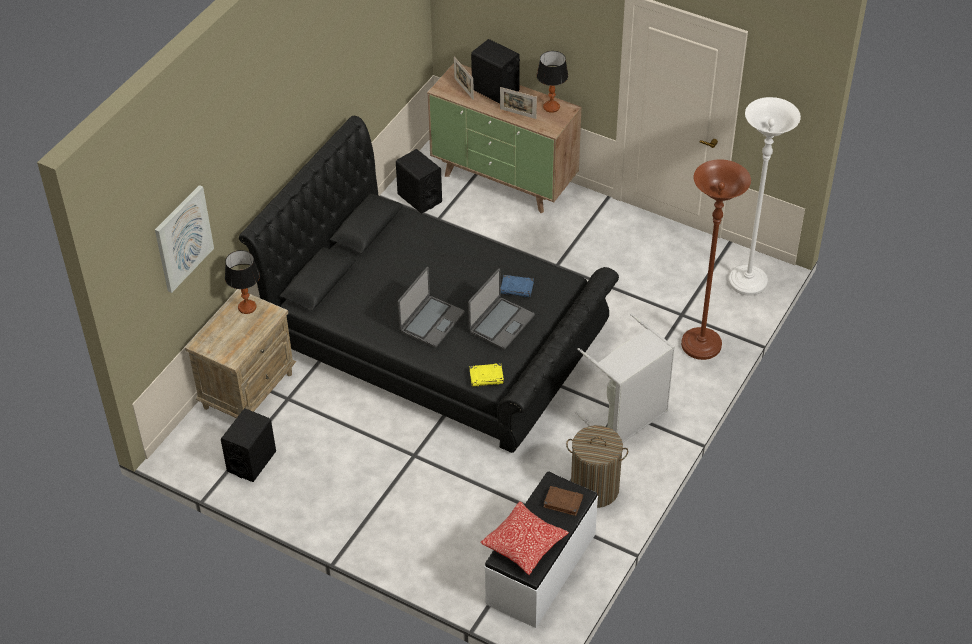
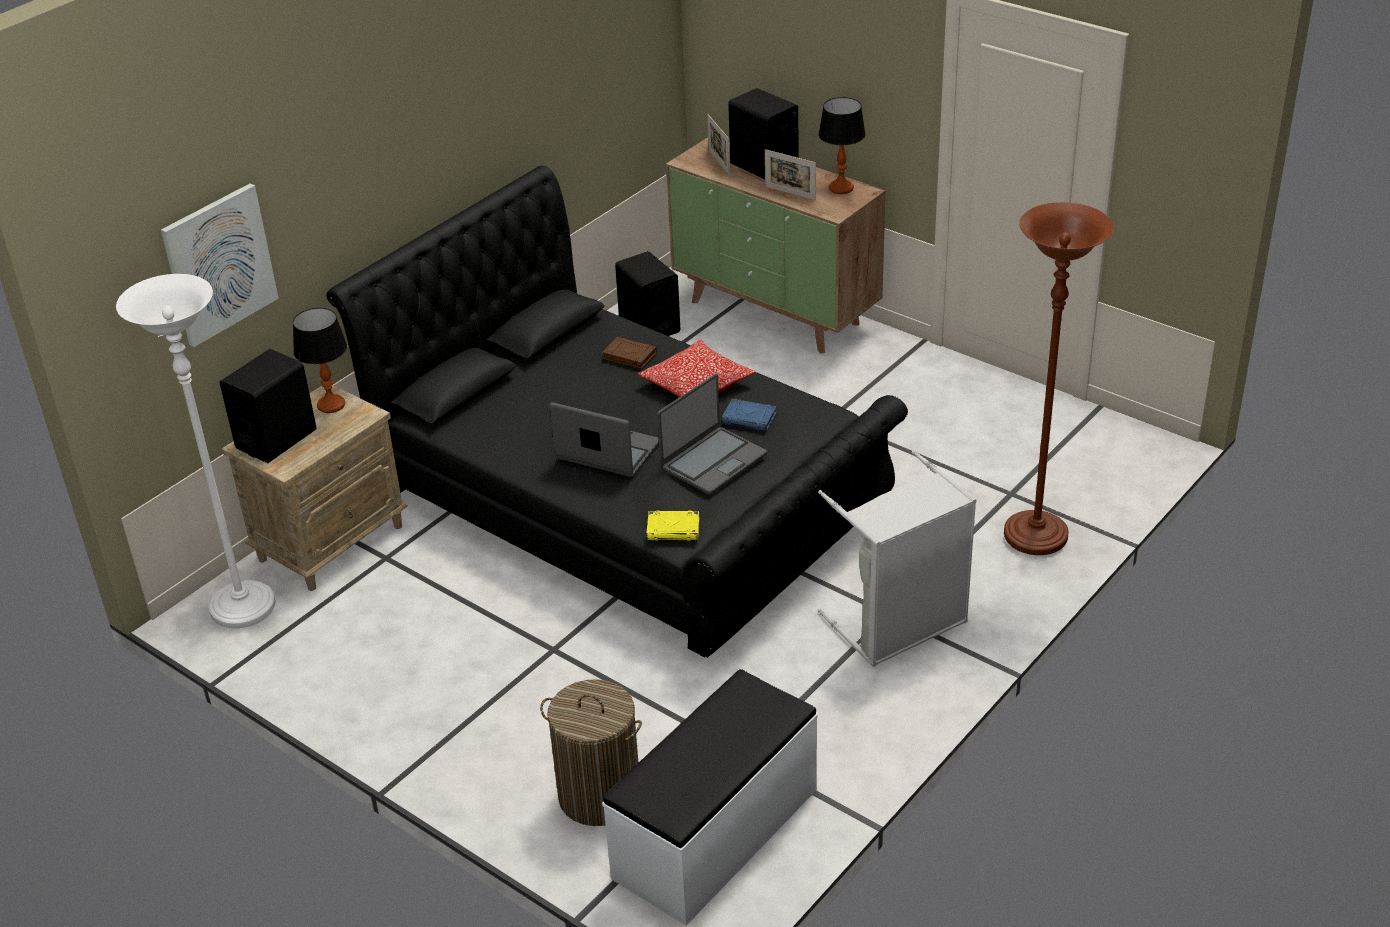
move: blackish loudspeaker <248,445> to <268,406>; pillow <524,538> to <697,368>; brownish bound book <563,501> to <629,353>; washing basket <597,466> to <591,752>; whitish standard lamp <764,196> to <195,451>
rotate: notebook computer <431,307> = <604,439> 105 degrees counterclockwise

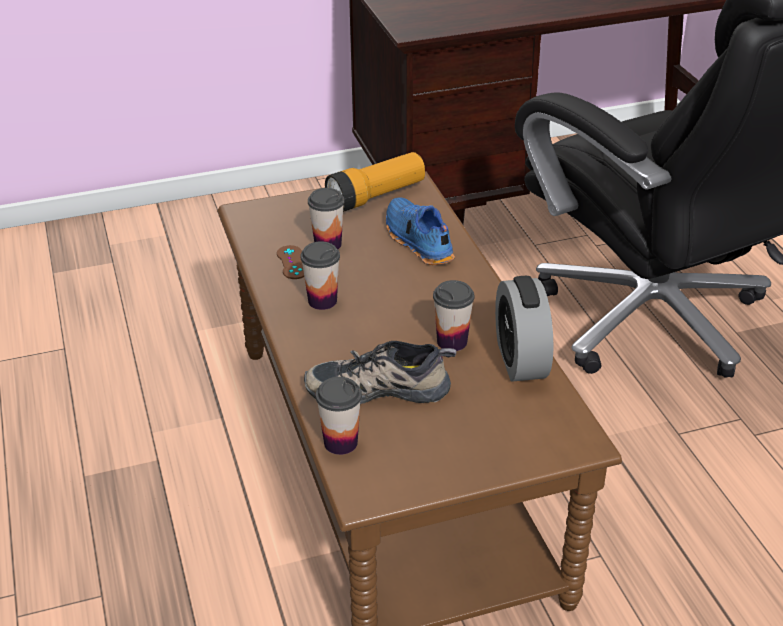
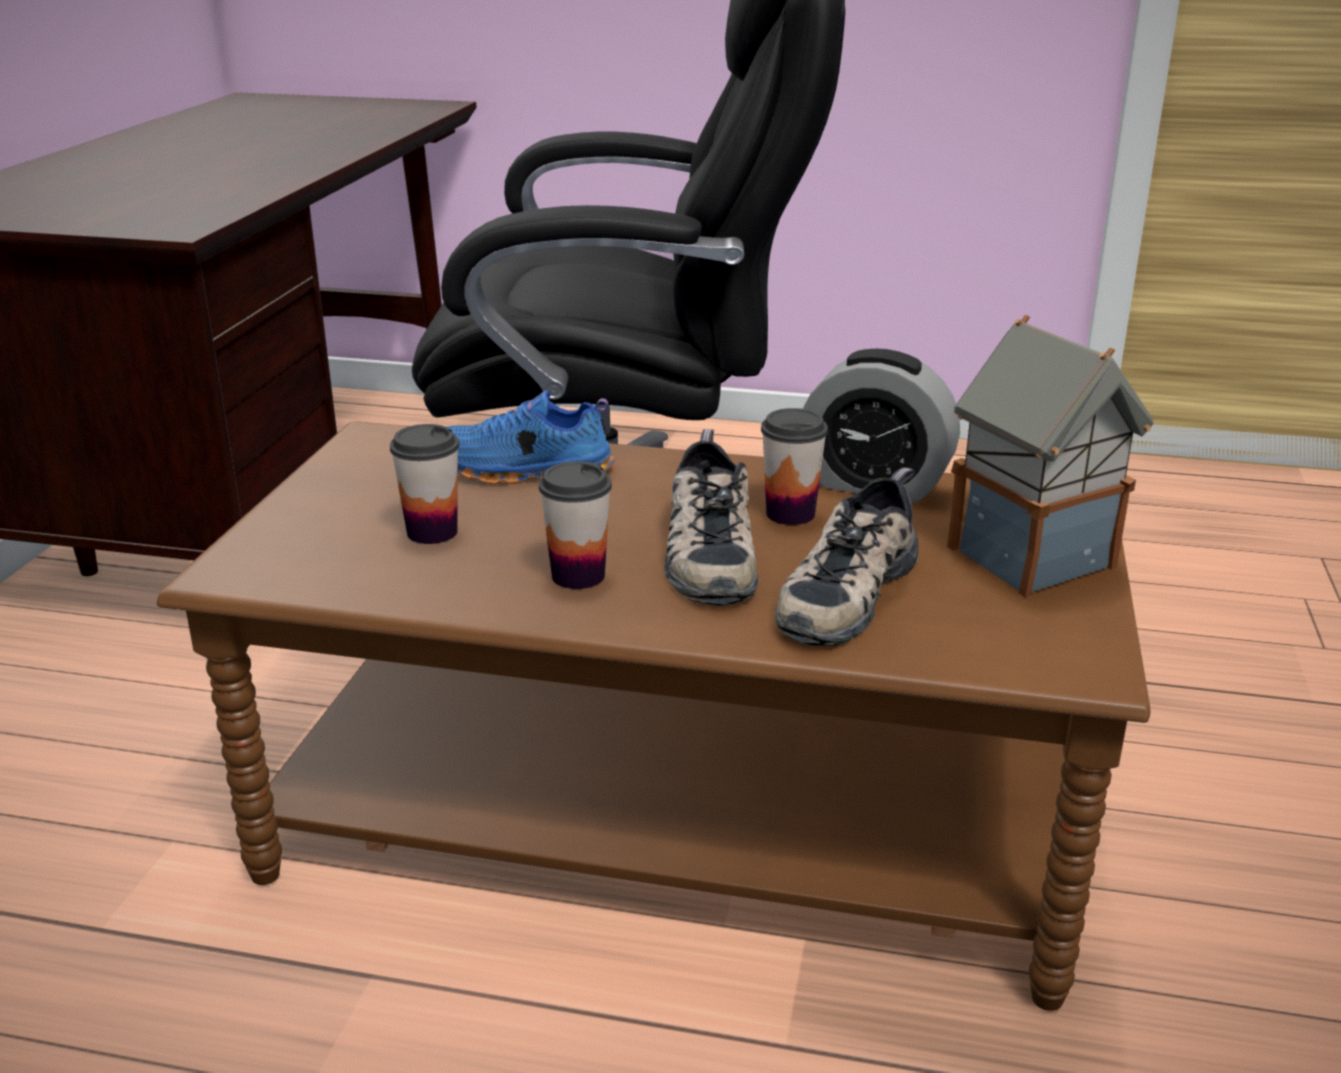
delete: brownish game controller <290,262>; drinking cup <339,416>; hand torch <375,182>
insert: item of footwear <711,517>; model house <1050,456>

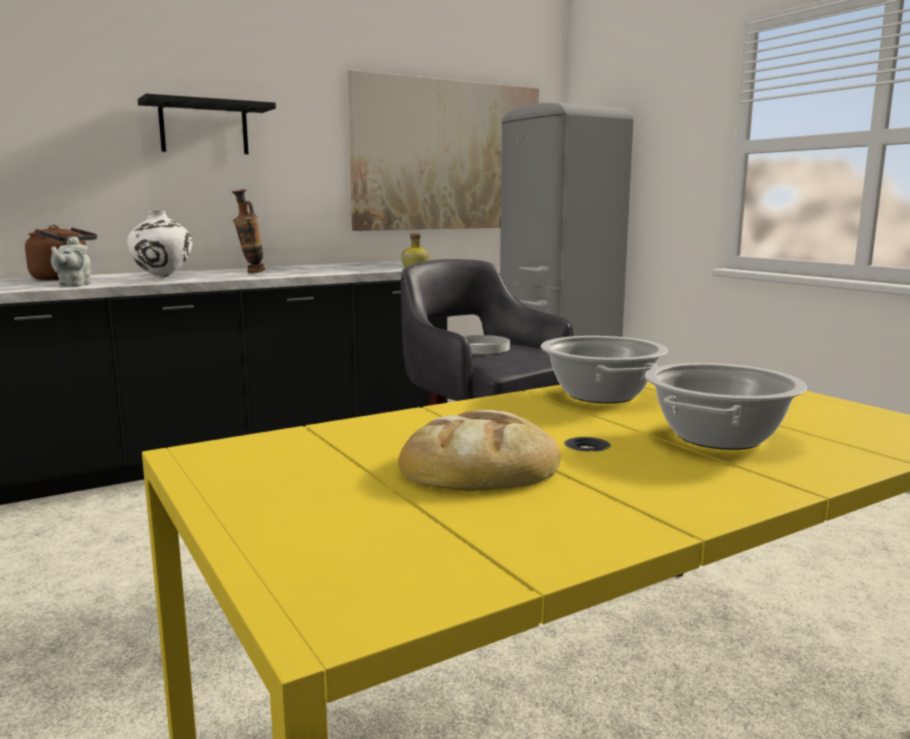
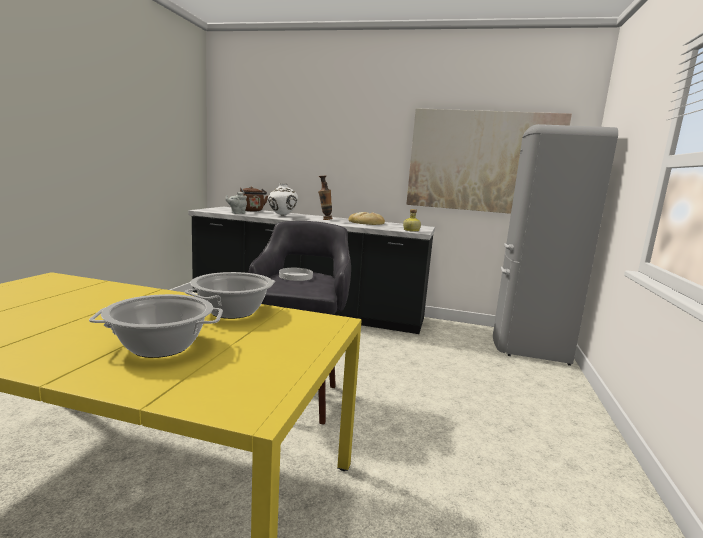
delete: blackish shelf <207,124>
move: baked bread <479,450> to <366,218>

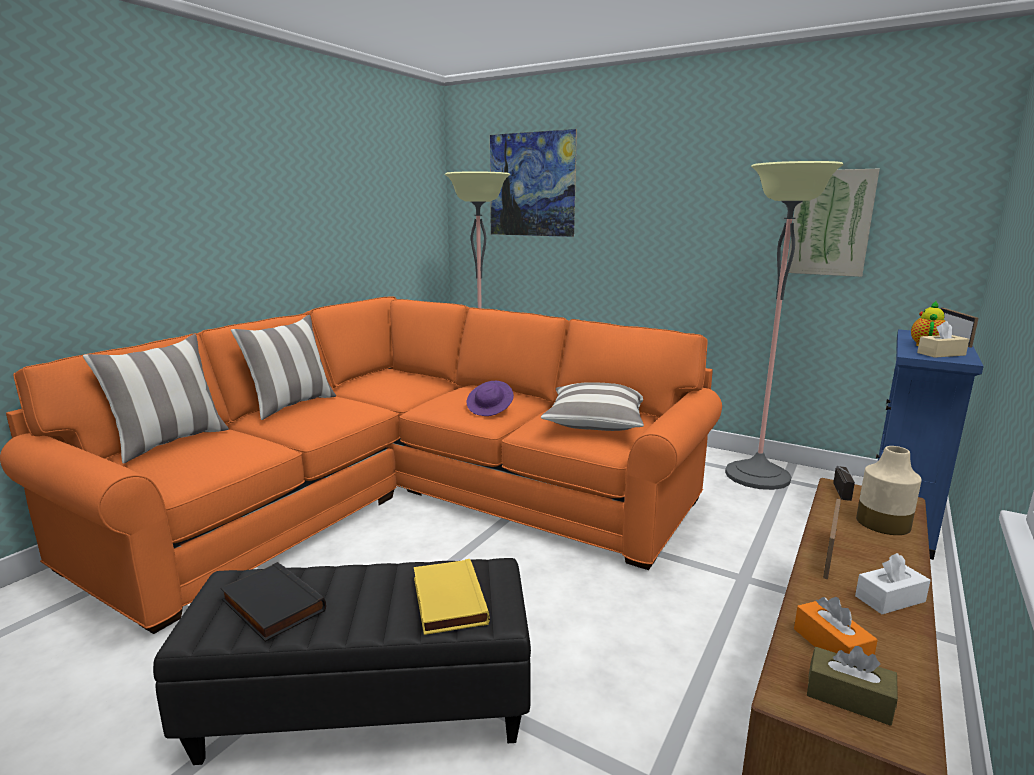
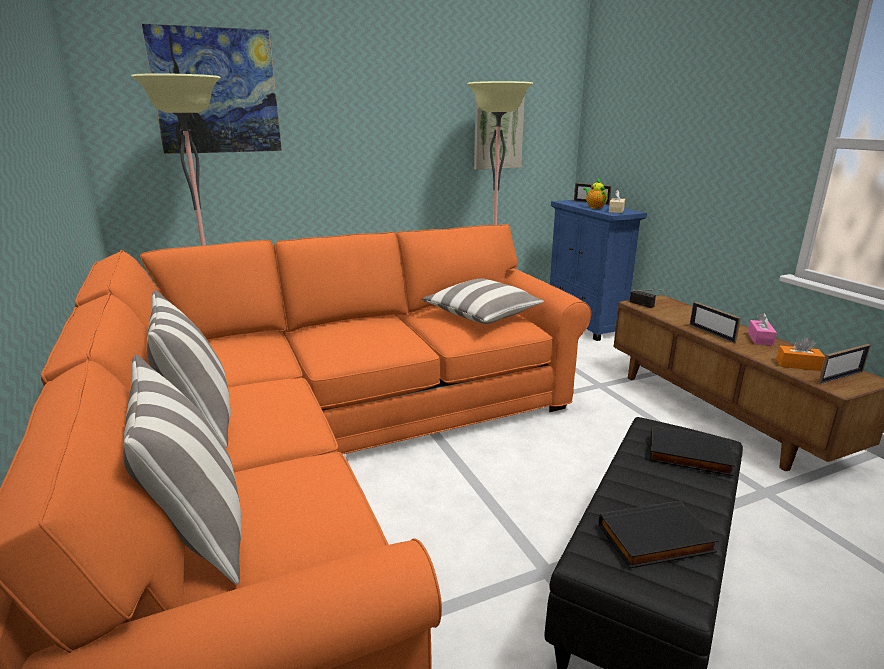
delete: purple-coloured clothing hat <490,398>; sand-coloured flower vase <889,490>
replace: brownish box of tissues <852,686> to standing frame <844,364>
recolor: yellow bound book <452,597> to blackish bound book <692,451>; whitish box of tissues <893,583> to pinkish box of tissues <762,329>

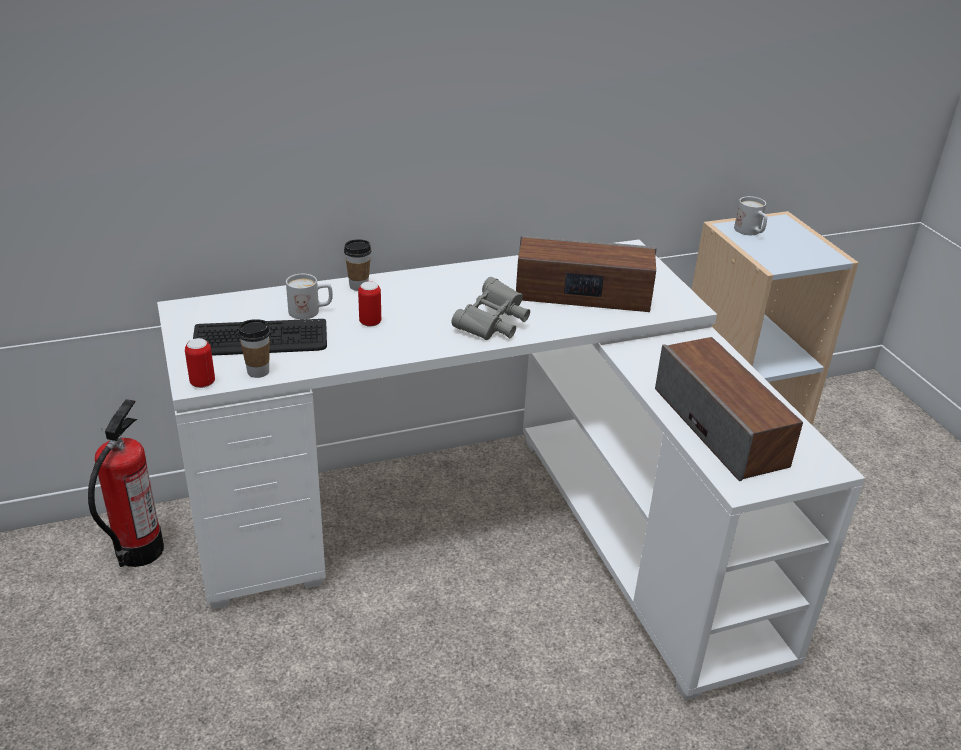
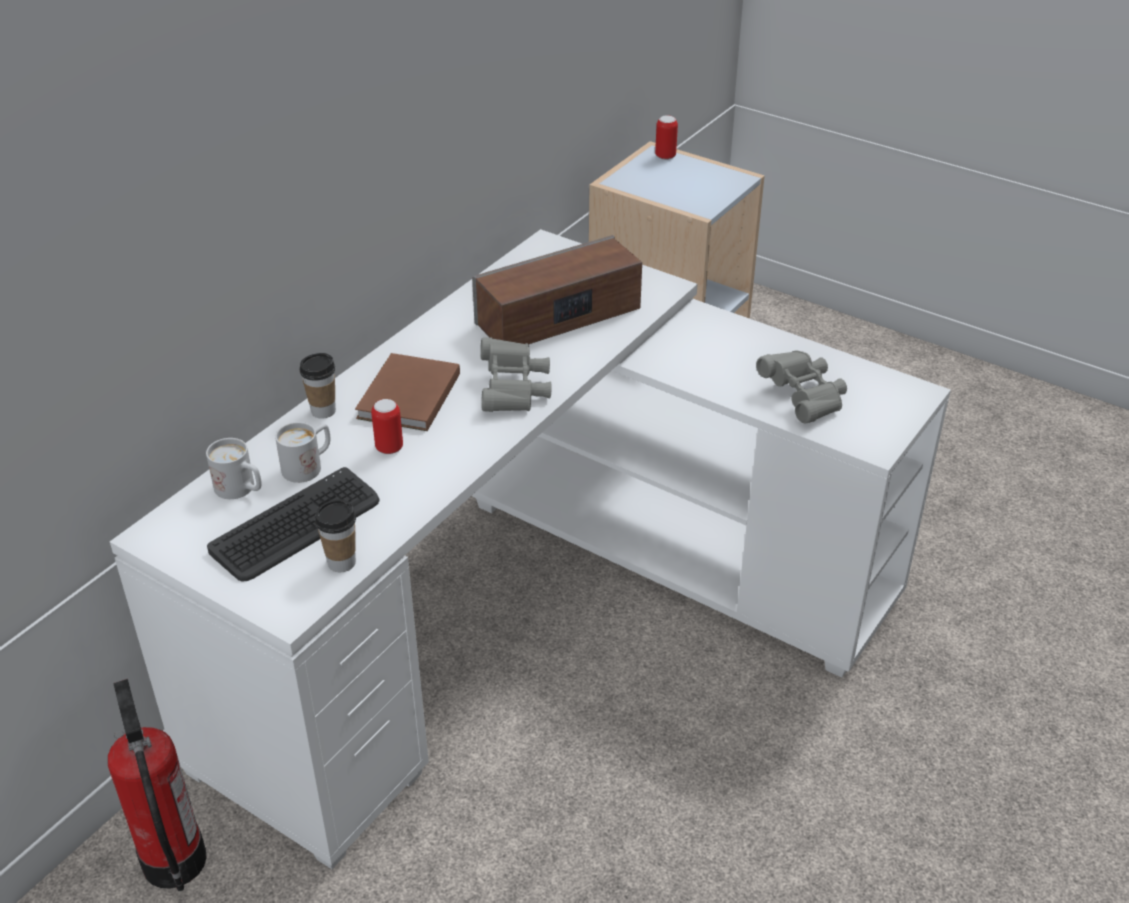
insert: brownish bound book <407,392>
move: sealed can <200,363> to <666,137>; whitish coffee mug <750,215> to <234,468>
replace: loudspeaker <729,409> to greyish field glasses <801,387>

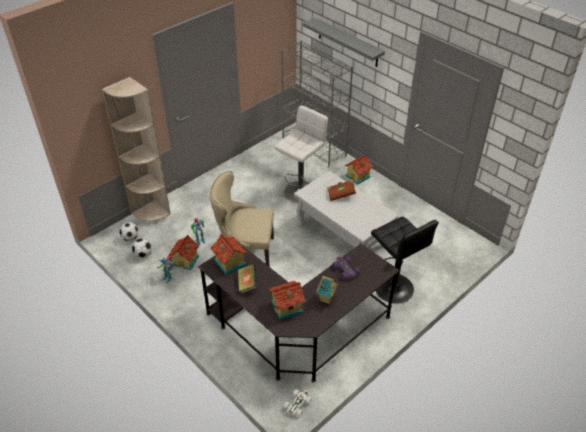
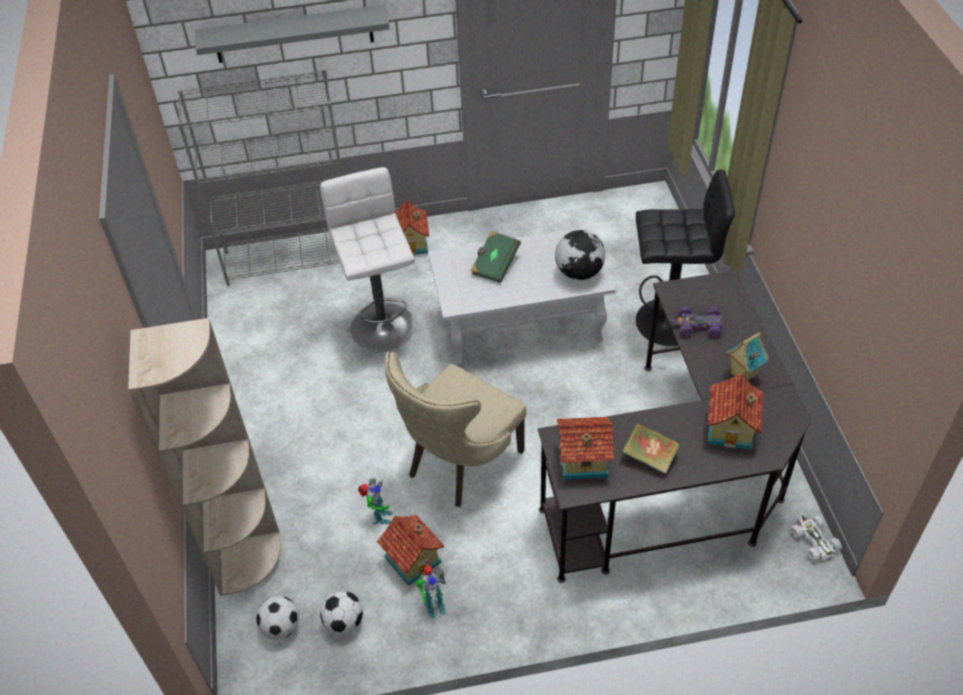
insert: globe <580,255>
recolor: brownish bound book <341,190> to greenish bound book <495,257>

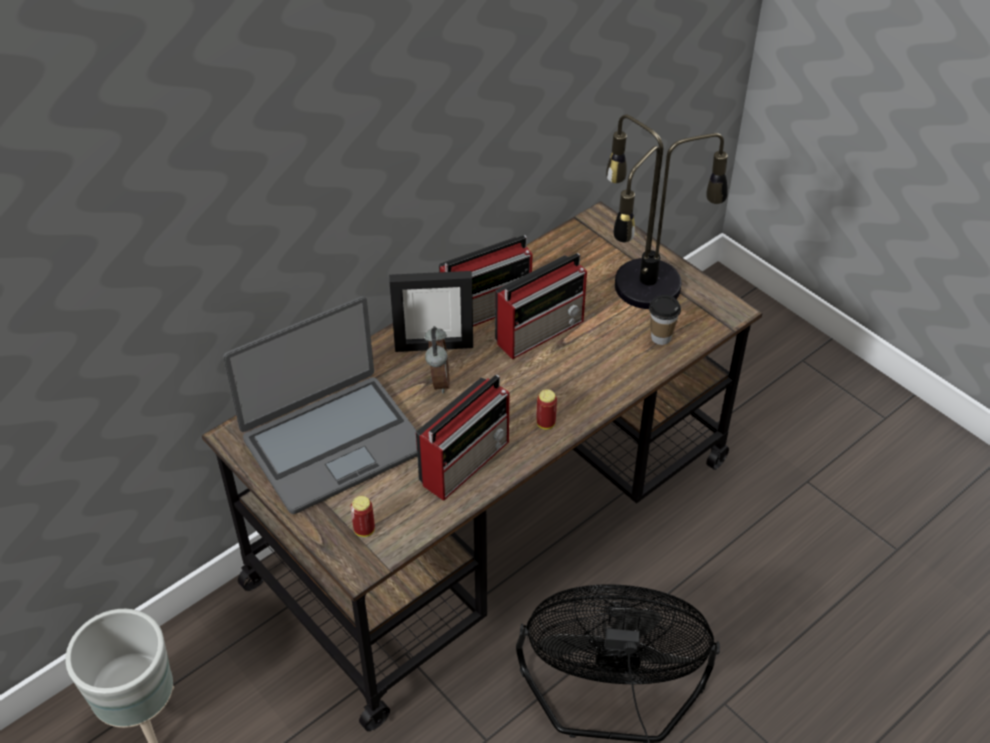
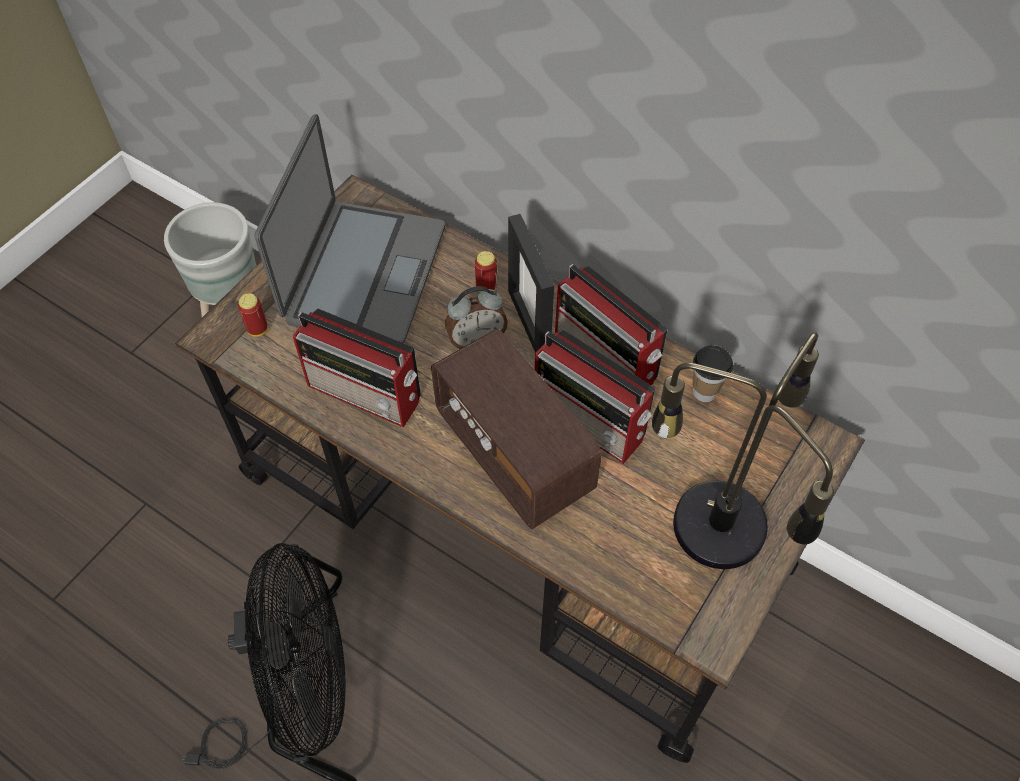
insert: radio set <516,429>
move: sealed can <547,409> to <486,271>; drinking cup <665,320> to <713,373>
rotate: notebook computer <320,405> = <349,228> 120 degrees counterclockwise

